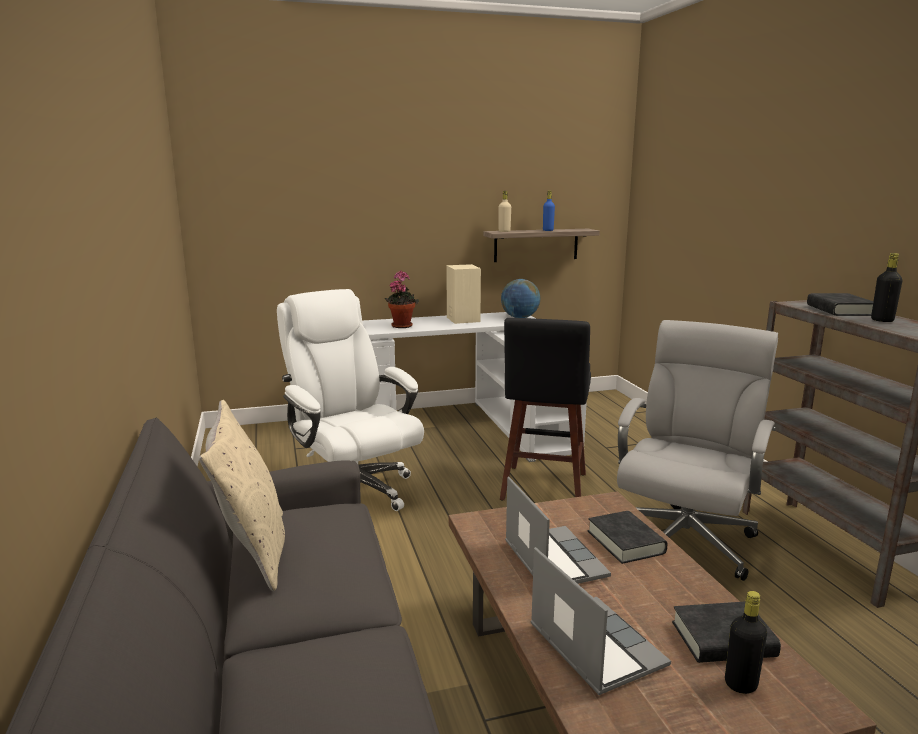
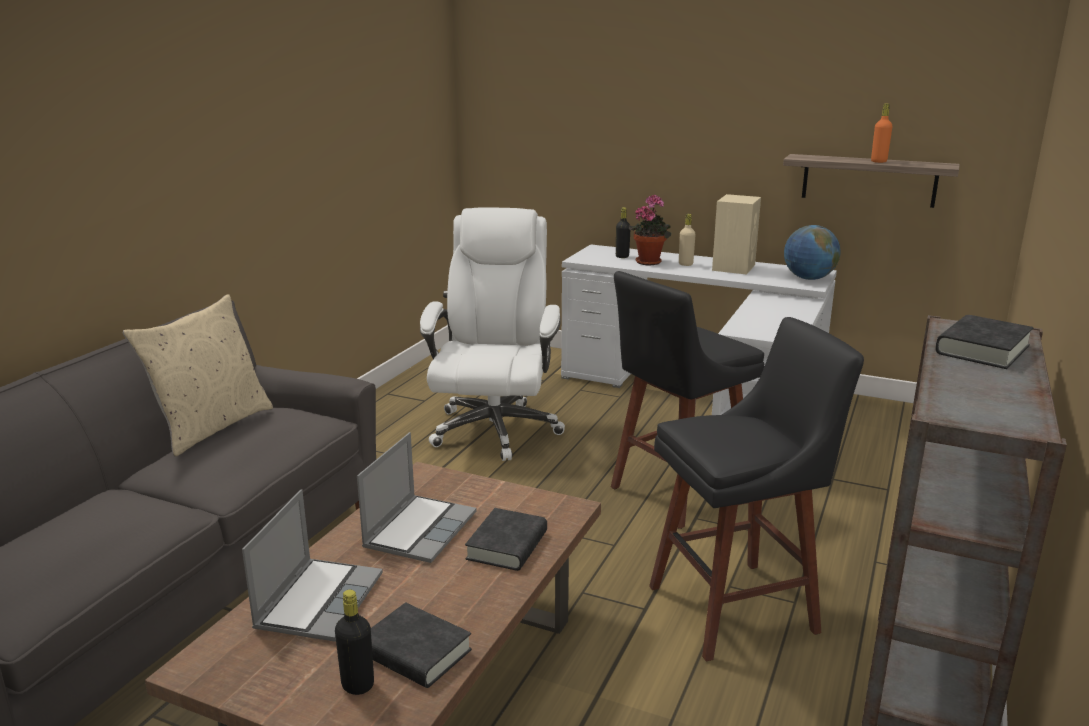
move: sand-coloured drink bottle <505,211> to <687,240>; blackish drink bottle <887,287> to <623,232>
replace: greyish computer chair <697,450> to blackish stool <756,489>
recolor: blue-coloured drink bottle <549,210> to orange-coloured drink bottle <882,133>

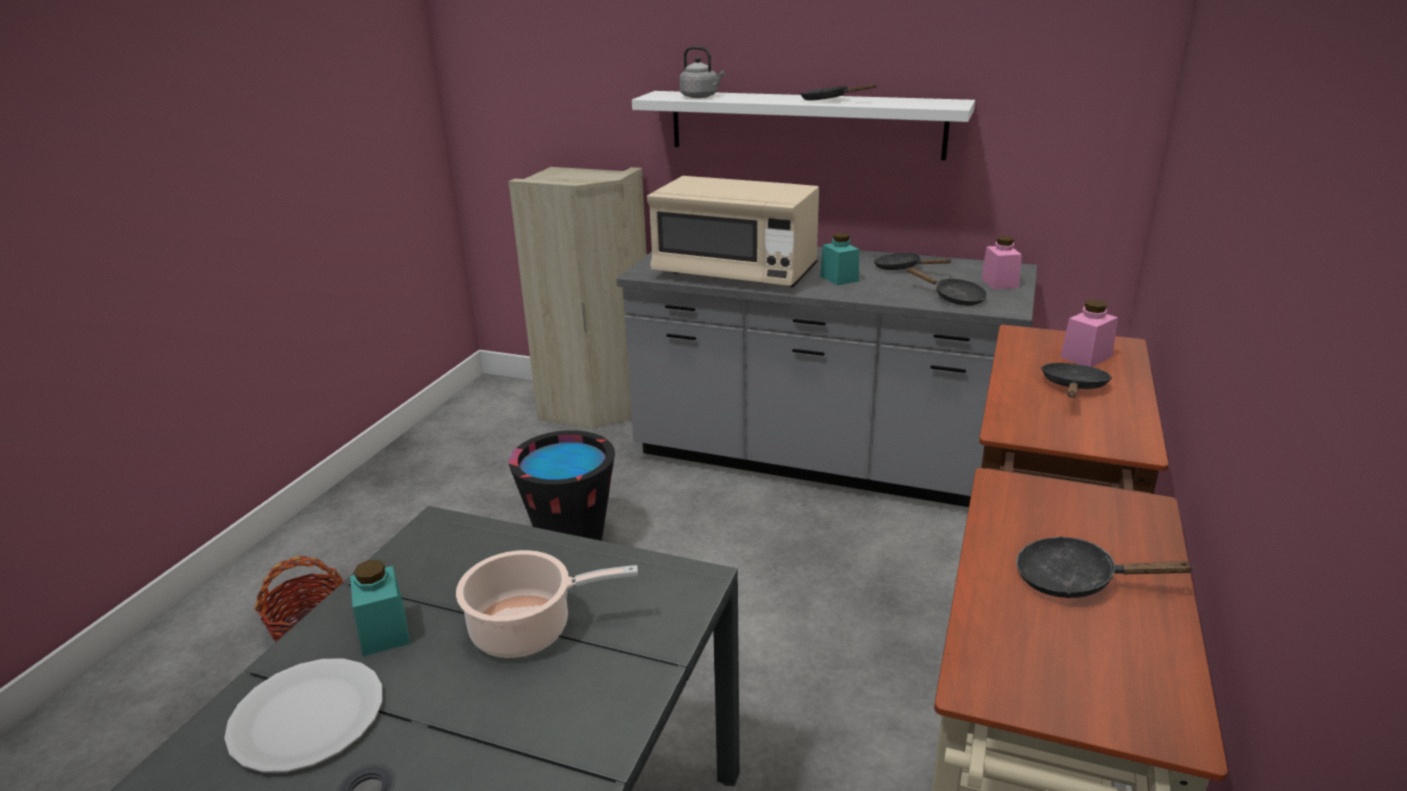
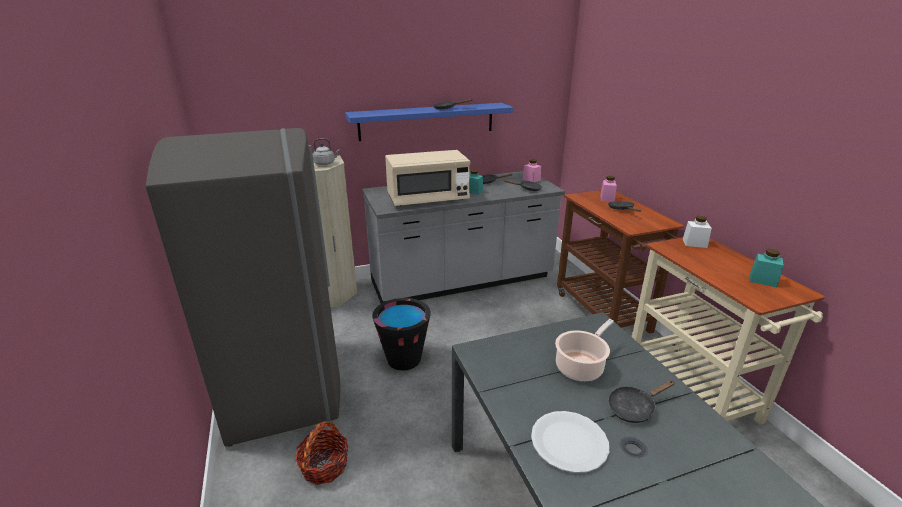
insert: greyish kitchen fridge <243,287>; whitish preserve jar <697,232>
move: turquoise-coloured preserve jar <380,608> to <767,268>; greyish kettle <702,72> to <326,151>; blackish frying pan <1105,567> to <641,401>
recolor: whitish shelf <803,125> to blue-coloured shelf <429,122>

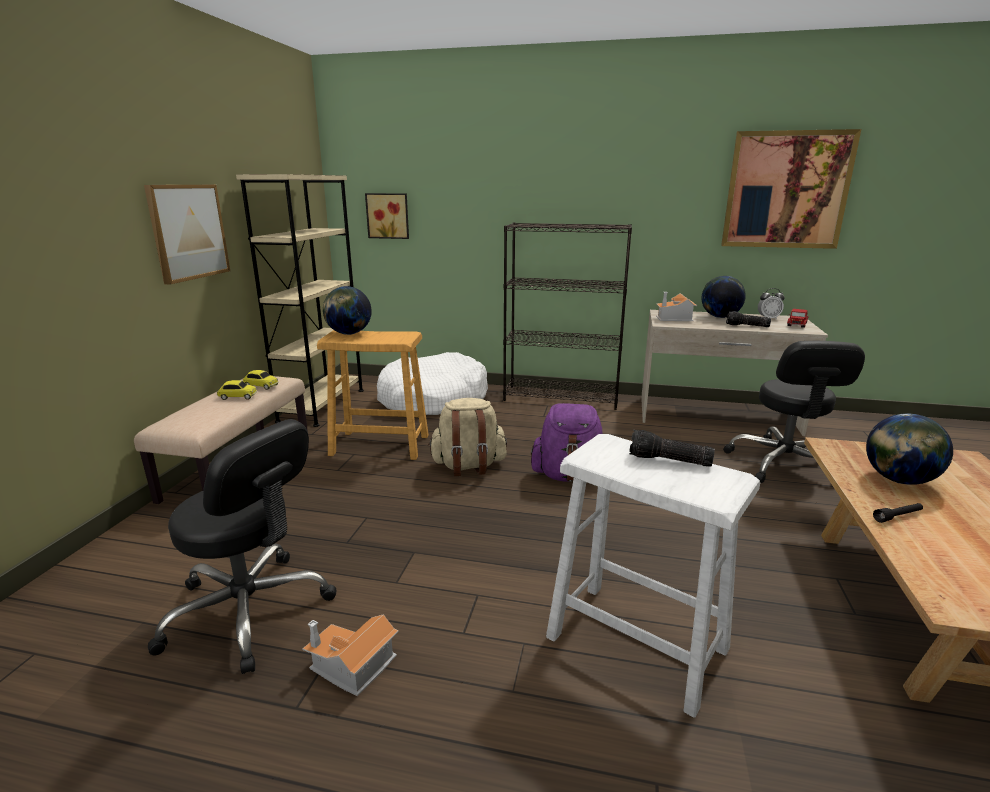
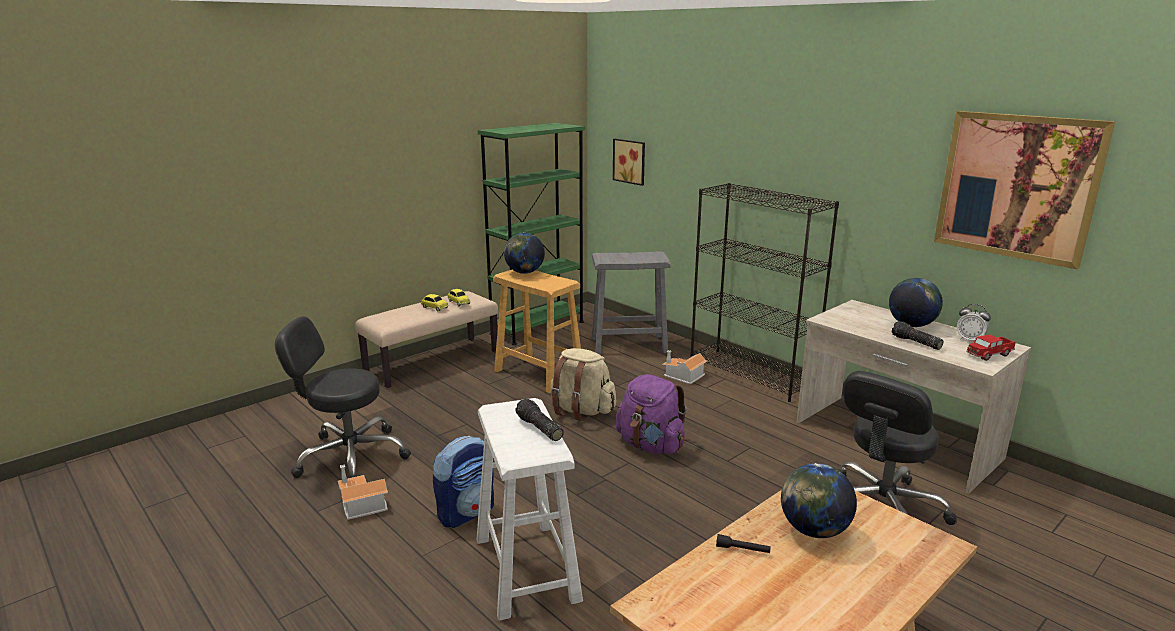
delete: picture <187,235>
insert: rucksack <463,482>
move: model house <676,306> to <684,367>
replace: whitish pet bed <432,383> to greyish stool <631,303>
recolor: sand-coloured bookshelf <300,300> to greenish bookshelf <531,234>
rotate: blackish computer chair <242,546> = <343,397> 120 degrees clockwise

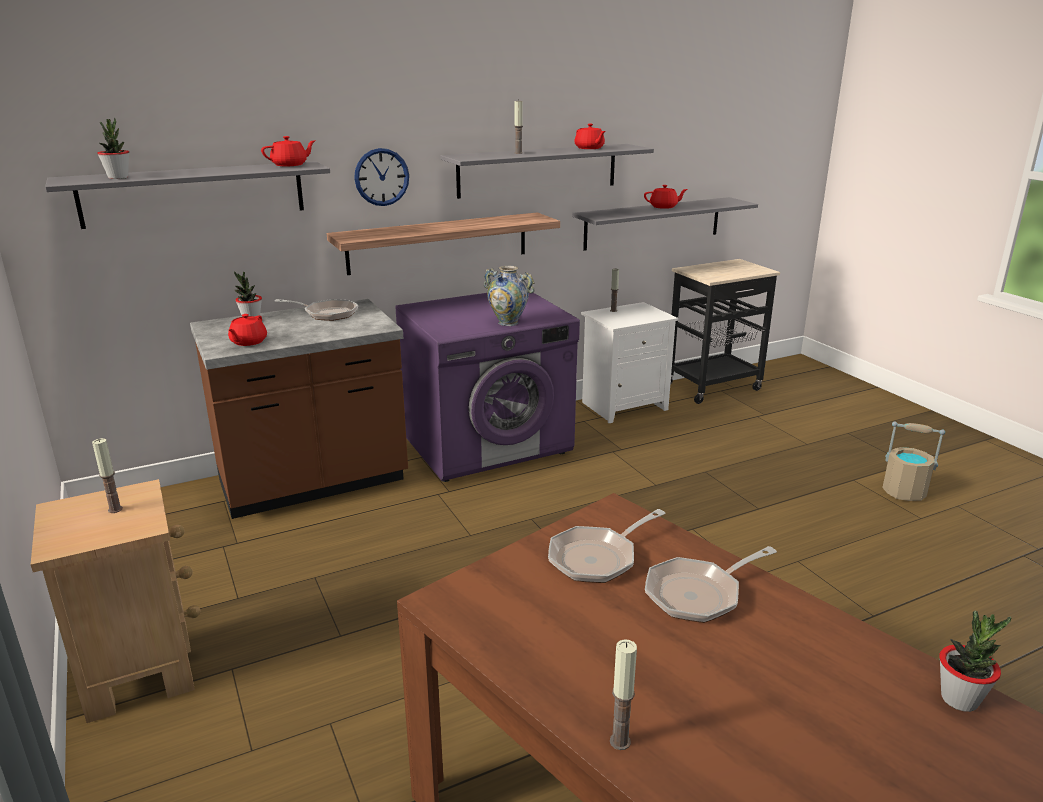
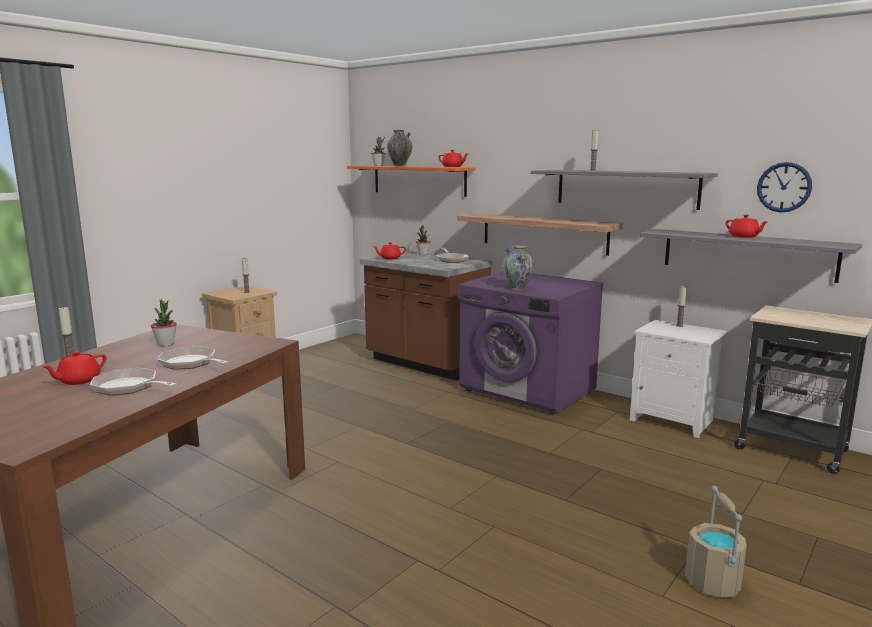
insert: flower vase <399,148>
move: hanging clock <381,177> to <784,187>; frying pan <607,546> to <133,382>; reddish pot for tea <590,136> to <74,368>; plant in a pot <975,661> to <164,322>
recolor: greyish shelf <187,195> to orange-coloured shelf <411,181>

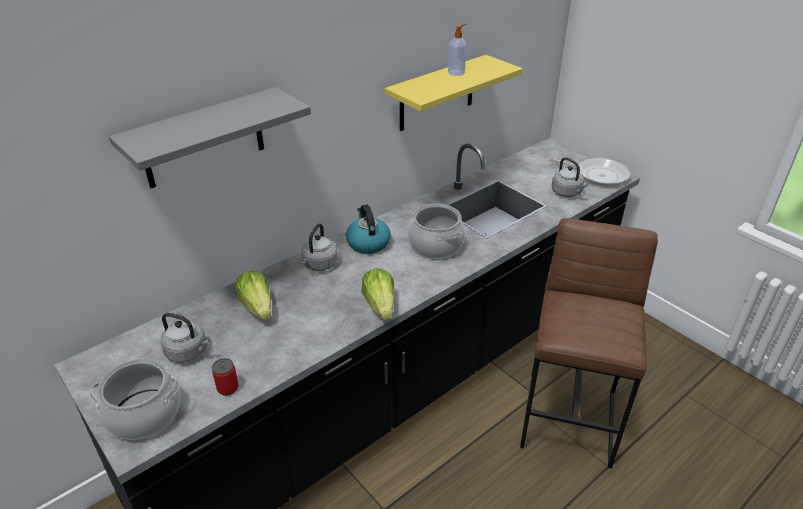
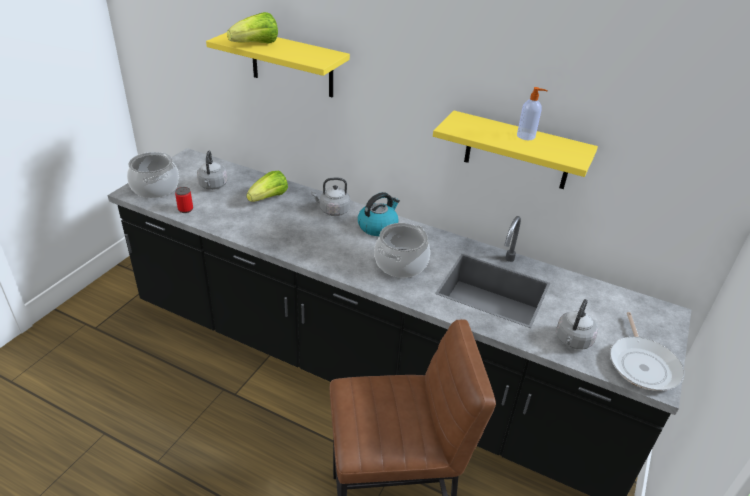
move: head of lettuce <377,294> to <252,28>
recolor: greyish shelf <210,137> to yellow shelf <278,64>

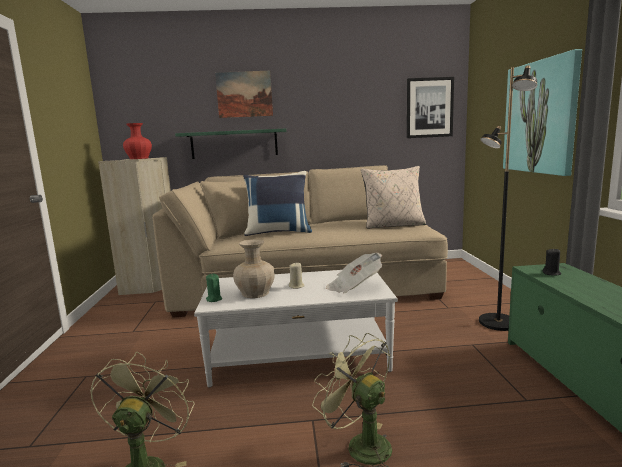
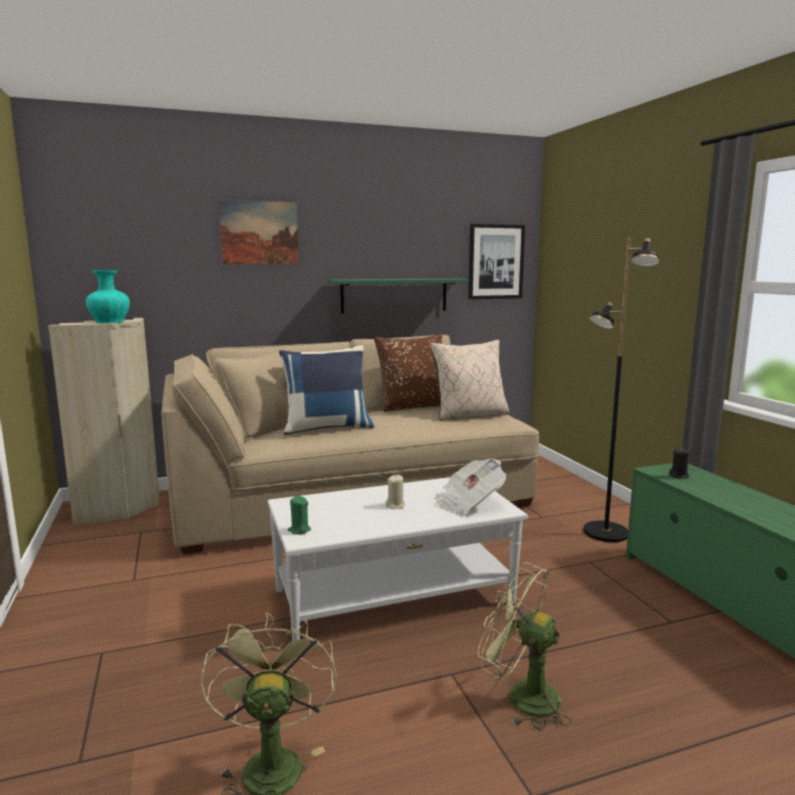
delete: sand-coloured flower vase <254,268>; picture <542,112>
insert: brownish pillow <408,373>
move: greenish shelf <230,144> to <398,295>
recolor: reddish flower vase <137,141> to turquoise-coloured flower vase <108,296>

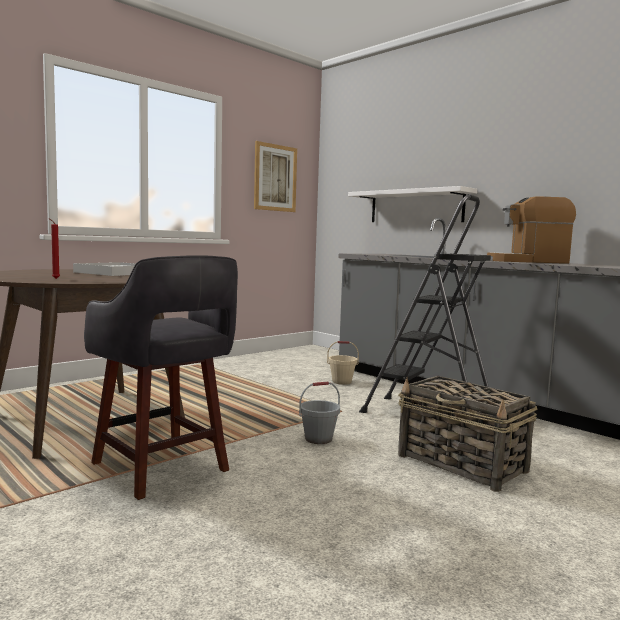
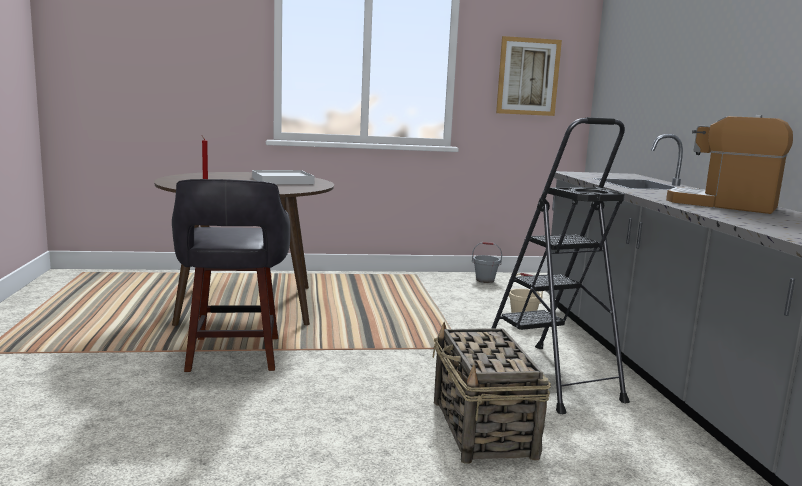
delete: whitish shelf <412,204>
move: greyish water bucket <319,413> to <487,262>

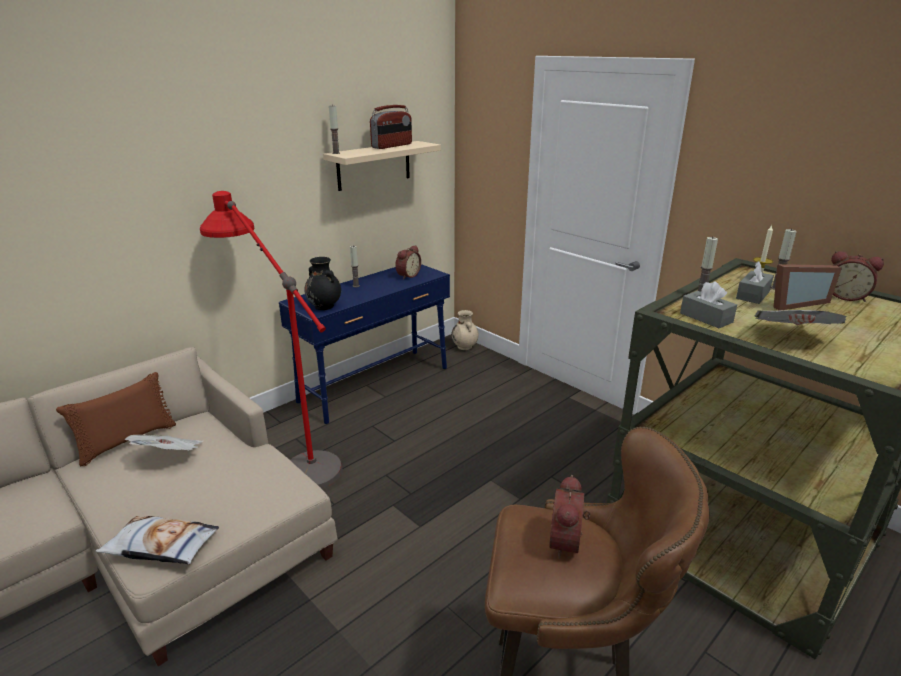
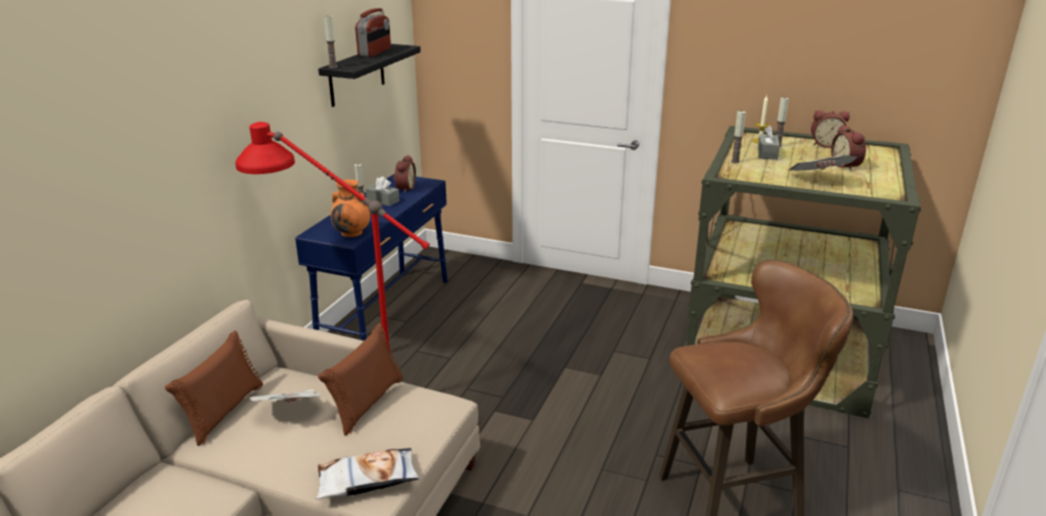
delete: sand-coloured flower vase <465,330>; standing frame <807,287>
insert: brownish pillow <360,379>
move: alarm clock <570,517> to <848,148>; greyish box of tissues <708,304> to <383,191>
recolor: blackish flower vase <322,283> to orange-coloured flower vase <350,208>; sand-coloured shelf <382,166> to blackish shelf <369,75>

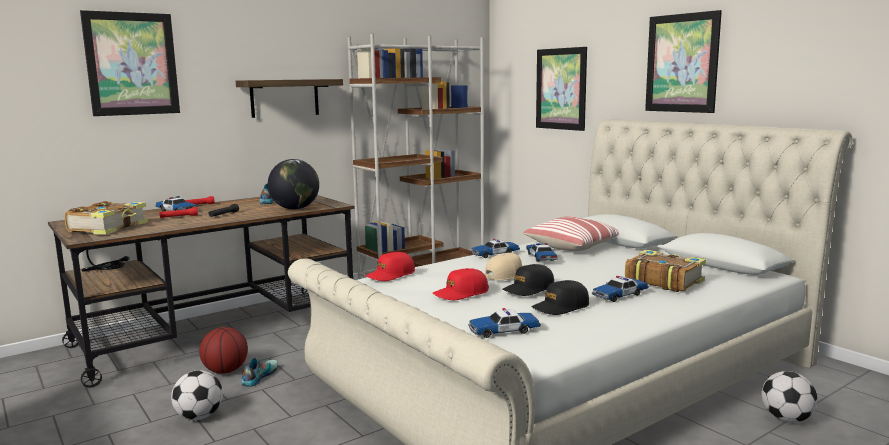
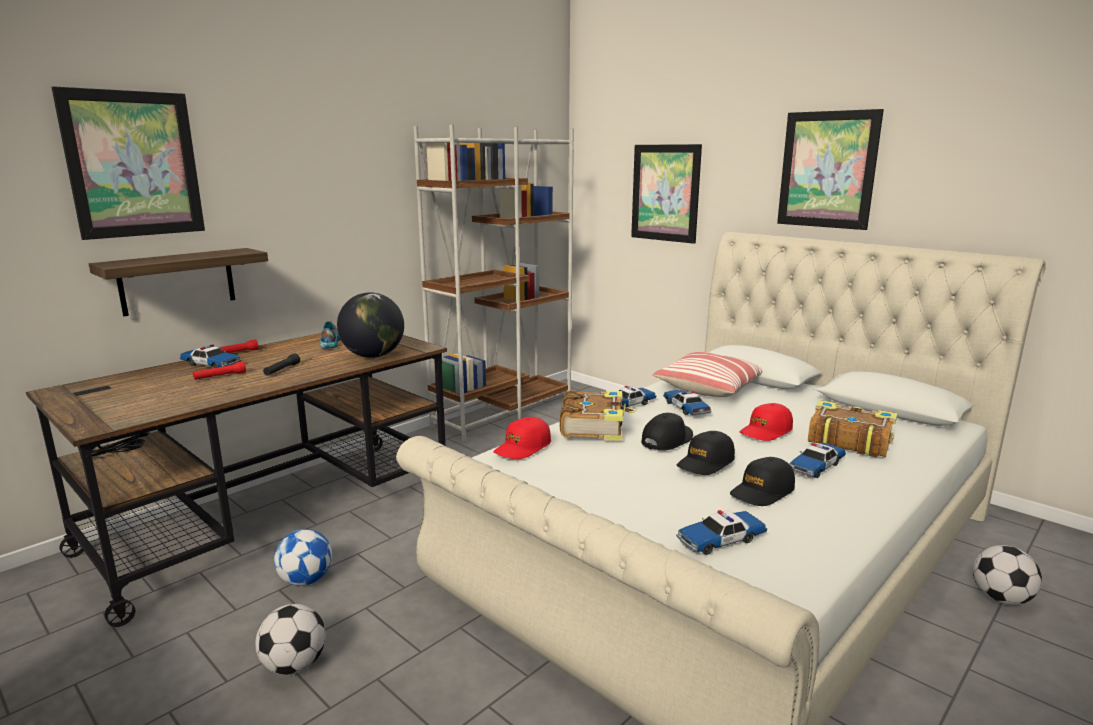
delete: item of footwear <259,372>
move: bound book <106,218> to <598,415>; shelf <289,98> to <178,282>; reddish peaked cap <461,284> to <766,422>
replace: basketball <223,350> to football ball <303,557>
recolor: sand-coloured peaked cap <505,266> to blackish peaked cap <667,432>

